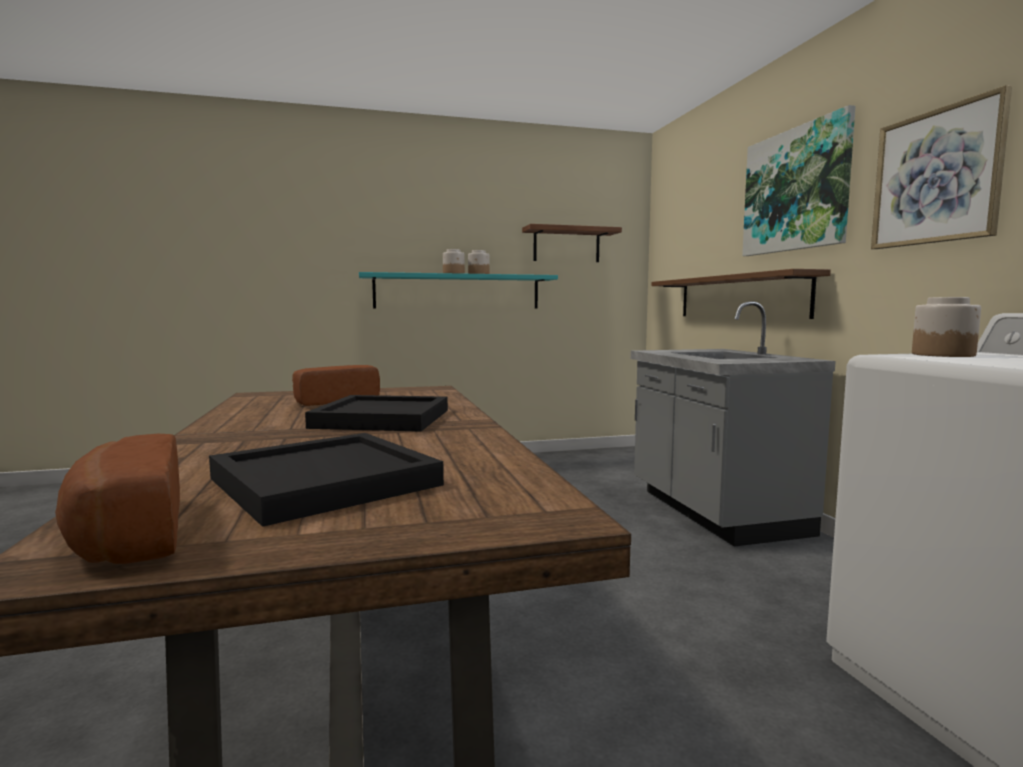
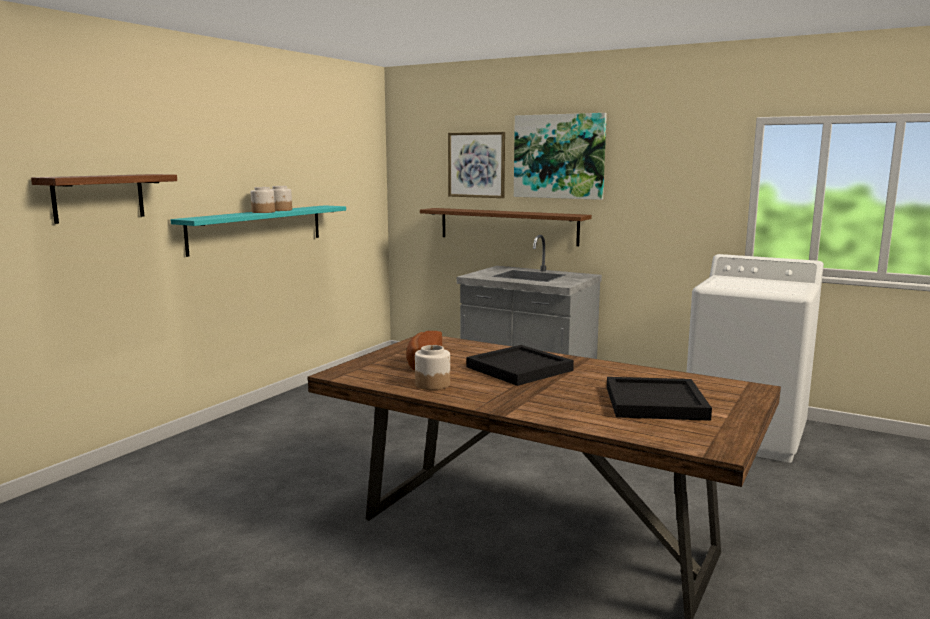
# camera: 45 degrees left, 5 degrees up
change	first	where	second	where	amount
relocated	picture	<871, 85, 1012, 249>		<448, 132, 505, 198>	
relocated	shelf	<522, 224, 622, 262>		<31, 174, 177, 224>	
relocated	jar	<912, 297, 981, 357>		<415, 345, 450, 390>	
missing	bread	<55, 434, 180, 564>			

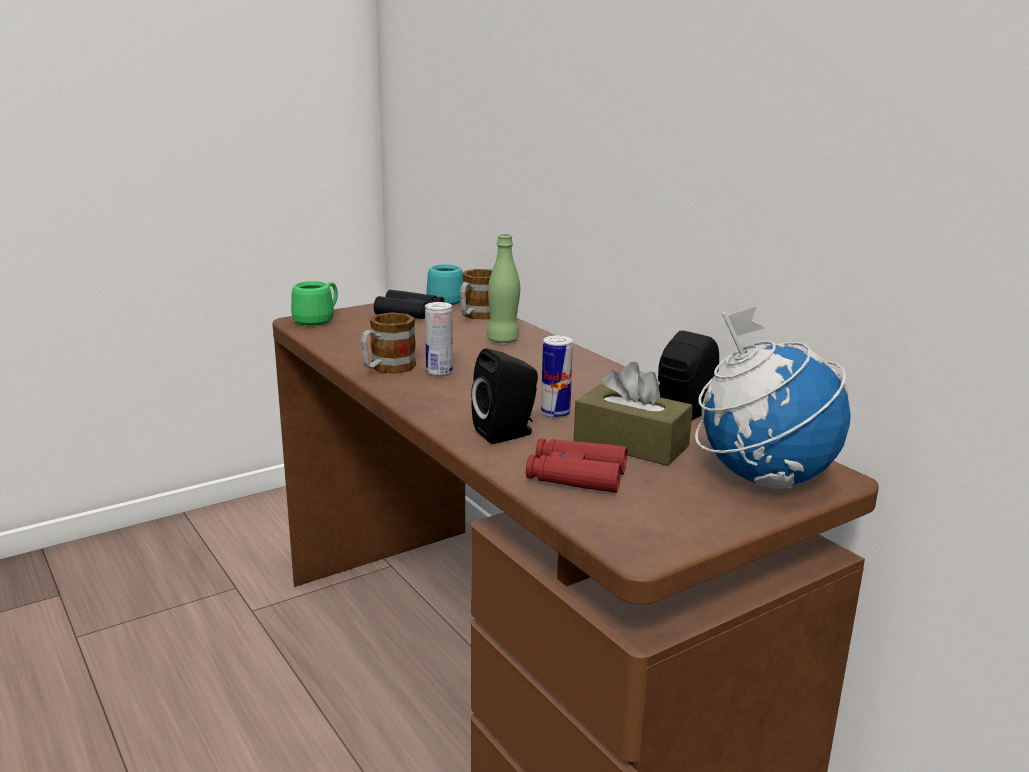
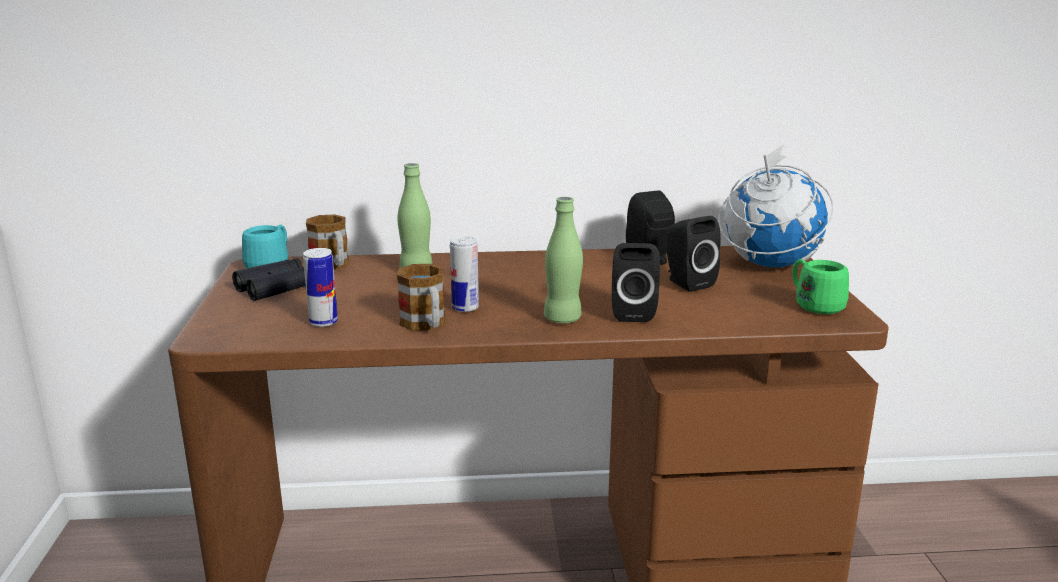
# camera: 60 degrees left, 0 degrees up
change	first	where	second	where	amount
relocated	mug (green)	<291, 281, 338, 325>		<792, 259, 849, 314>	
relocated	can	<541, 336, 573, 418>		<303, 248, 338, 327>	
exchanged	tissue box (brown)	<574, 362, 693, 466>	speaker (black)	<666, 216, 721, 292>	
missing	binoculars (red)	<526, 438, 627, 493>			
appeared			bottle (green)	<544, 197, 583, 323>	

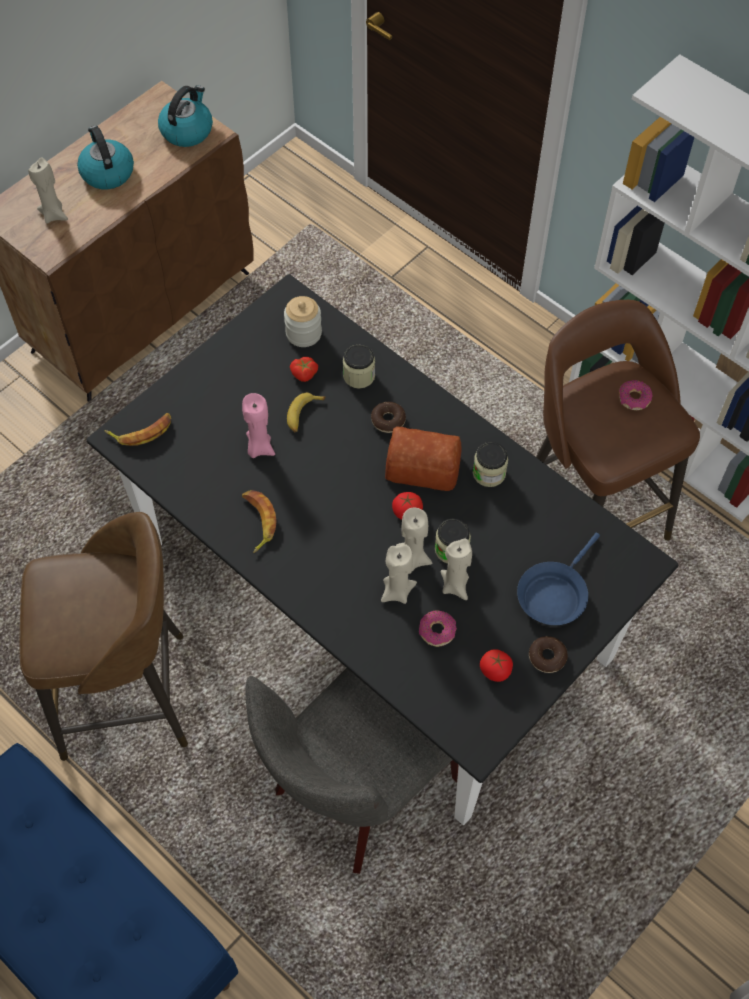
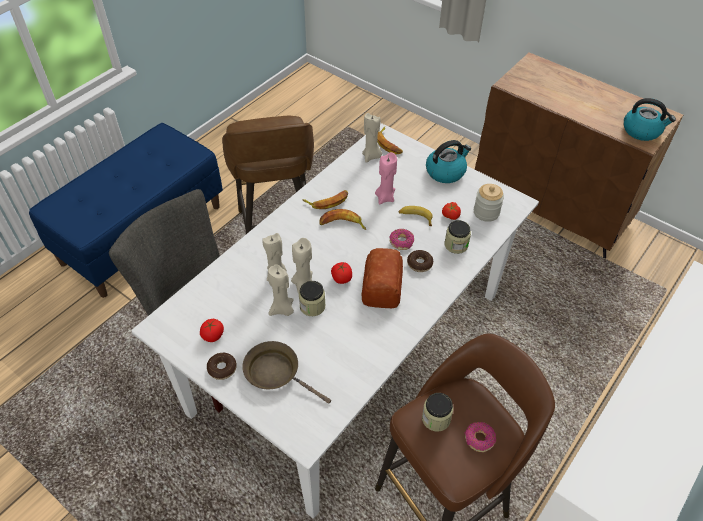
# camera: 85 degrees right, 10 degrees down
change	first	where	second	where	amount
relocated	kettle	<77, 126, 134, 189>		<426, 140, 471, 183>	
relocated	candle (beige)	<28, 157, 68, 224>		<362, 113, 382, 163>	
colour	dining table (black)	<87, 274, 678, 825>	dining table (white)	<131, 123, 539, 519>	
relocated	jar	<473, 442, 508, 487>		<422, 393, 453, 432>	
colour	frying pan (blue)	<517, 532, 600, 625>	frying pan (brown)	<242, 341, 331, 404>	
relocated	donut	<419, 611, 457, 647>		<390, 229, 414, 250>	
appeared			banana	<319, 209, 366, 230>	

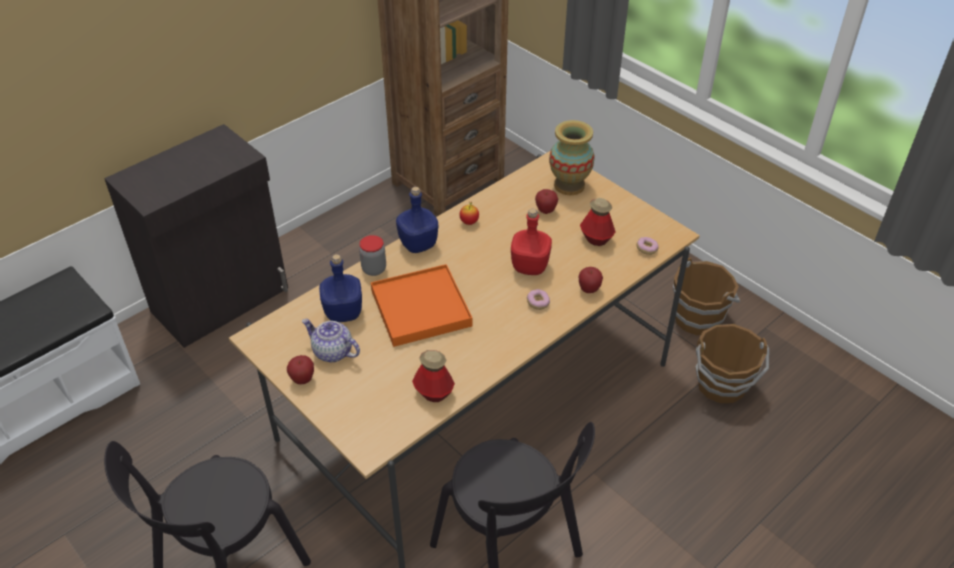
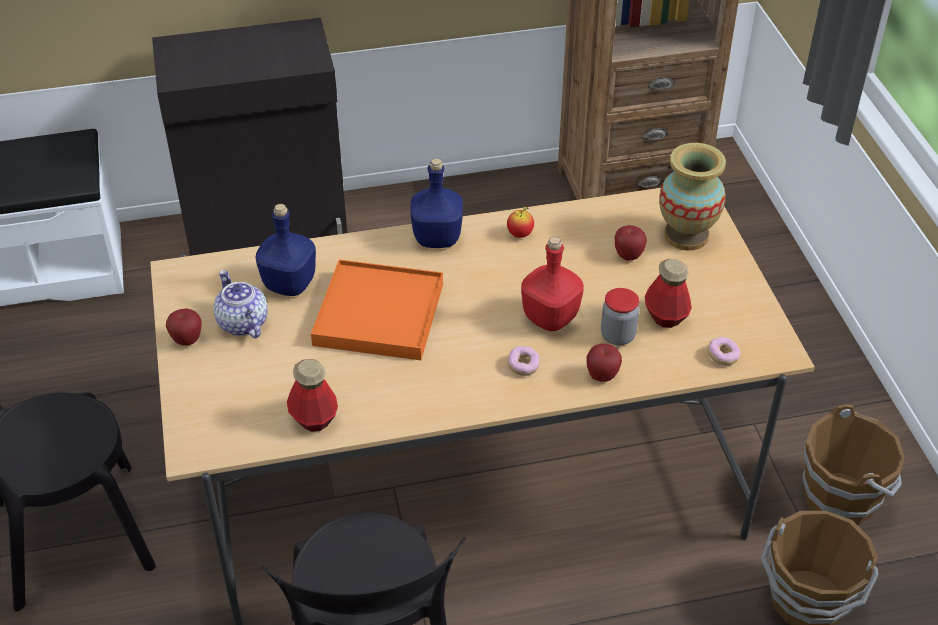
# camera: 30 degrees right, 0 degrees up
change	first	where	second	where	amount
relocated	jar	<359, 235, 386, 276>		<601, 288, 640, 345>	

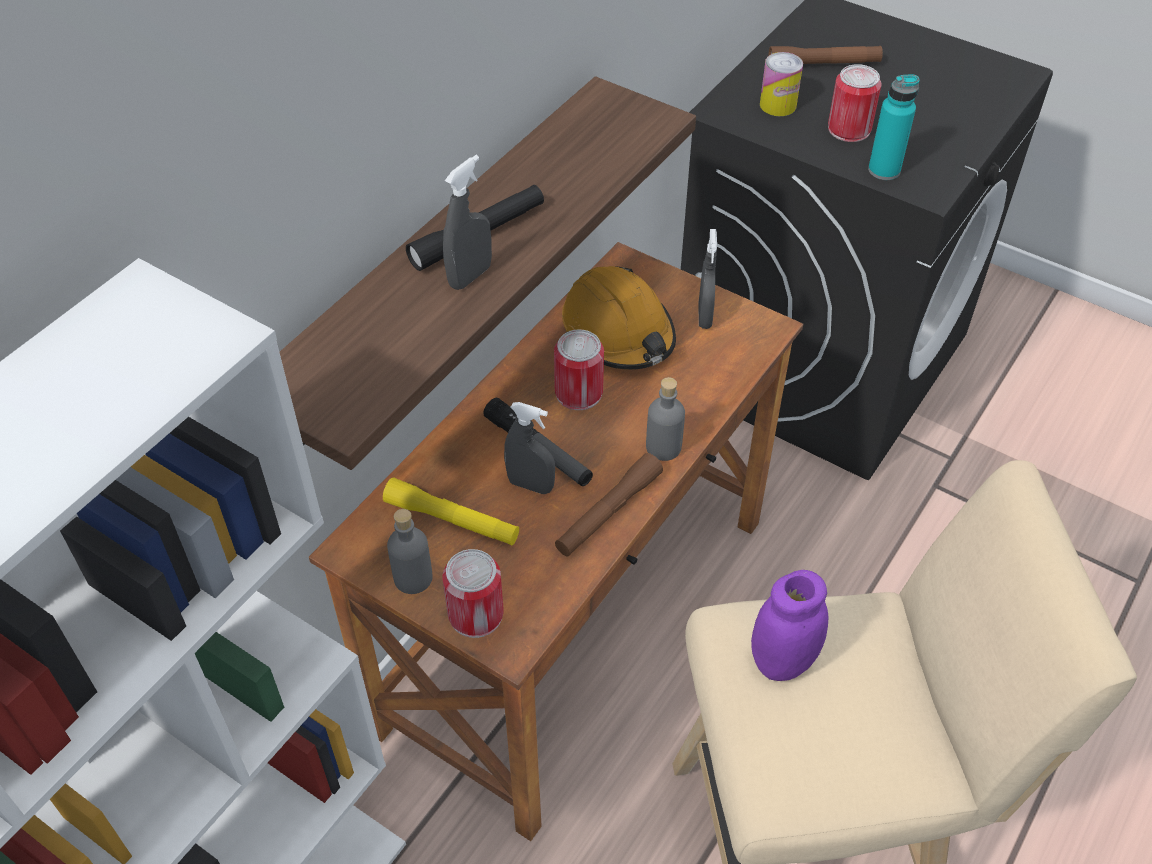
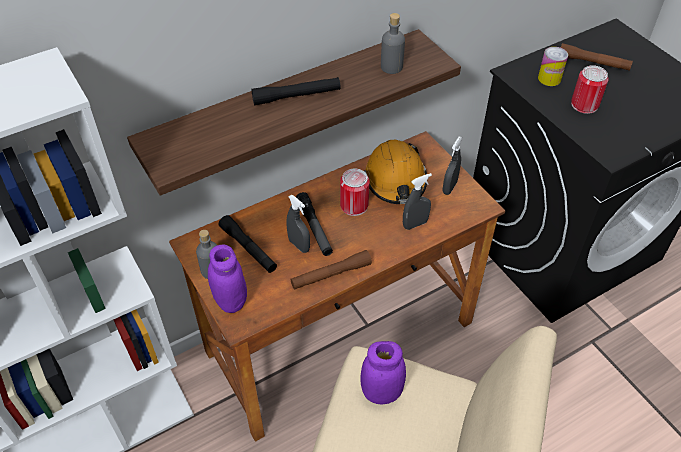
# camera: 25 degrees right, 0 degrees up
change	first	where	second	where	amount
missing	bottle (turquoise)	<868, 75, 920, 180>			
relocated	spray bottle (grey)	<443, 155, 492, 290>		<403, 173, 432, 230>	
relocated	bottle (grey)	<646, 377, 685, 461>		<381, 13, 405, 74>	
colour	flashlight (yellow)	<383, 477, 519, 545>	flashlight (black)	<219, 215, 277, 273>	
exchanged	can	<443, 549, 504, 638>	jar (purple)	<208, 244, 247, 313>	

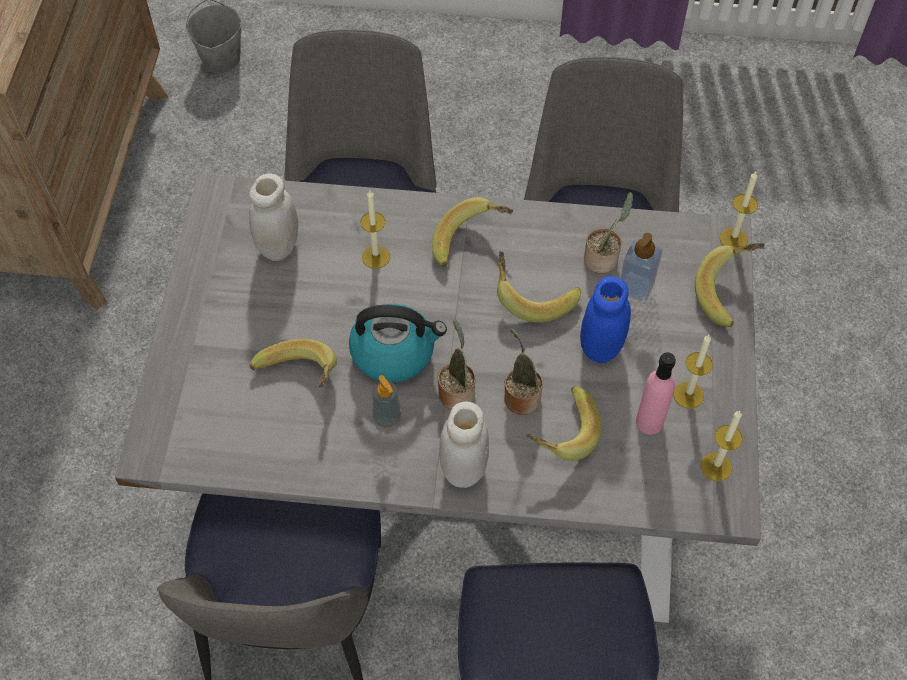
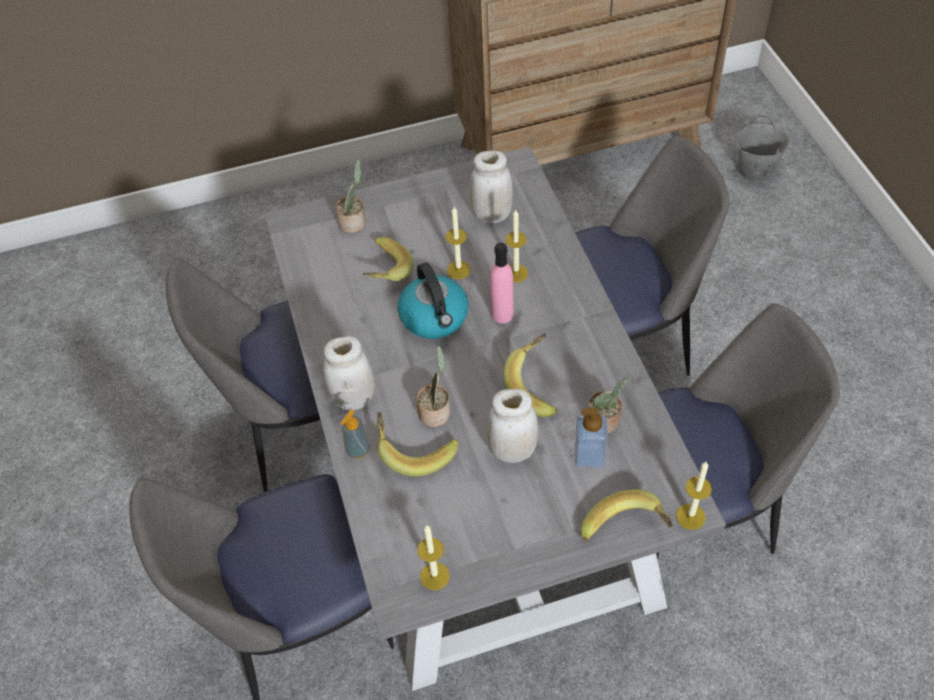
# camera: 70 degrees right, 5 degrees down
change	first	where	second	where	amount
missing	banana	<432, 197, 513, 267>			
colour	jar (blue)	<580, 276, 631, 363>	jar (white)	<487, 388, 538, 463>	
relocated	potted plant	<438, 320, 476, 409>		<335, 159, 366, 233>	
relocated	candle	<673, 335, 713, 409>		<446, 207, 471, 279>	
relocated	bottle (pink)	<636, 352, 676, 435>		<490, 243, 514, 323>	
relocated	soap dispenser	<373, 375, 401, 427>		<341, 410, 370, 459>	

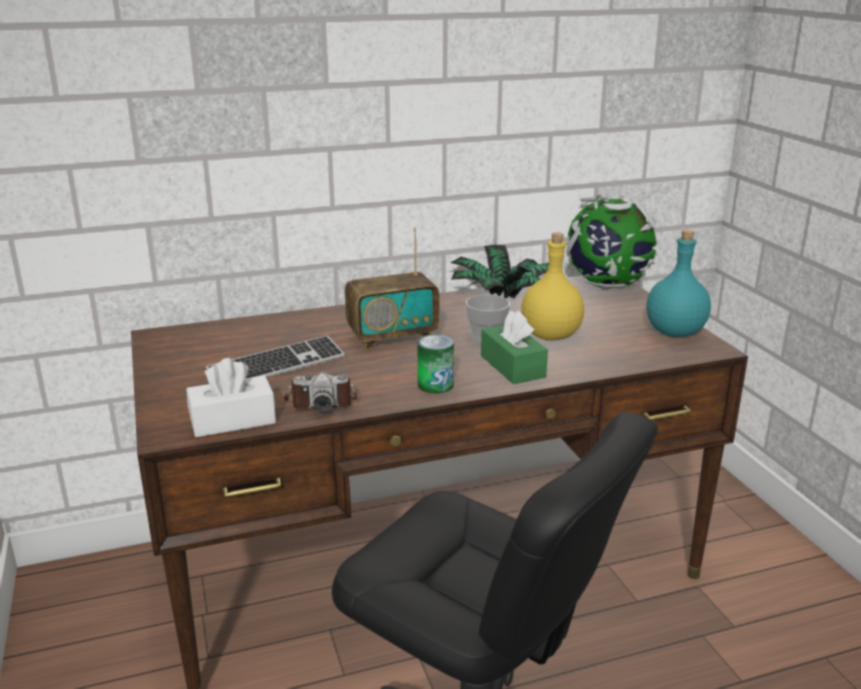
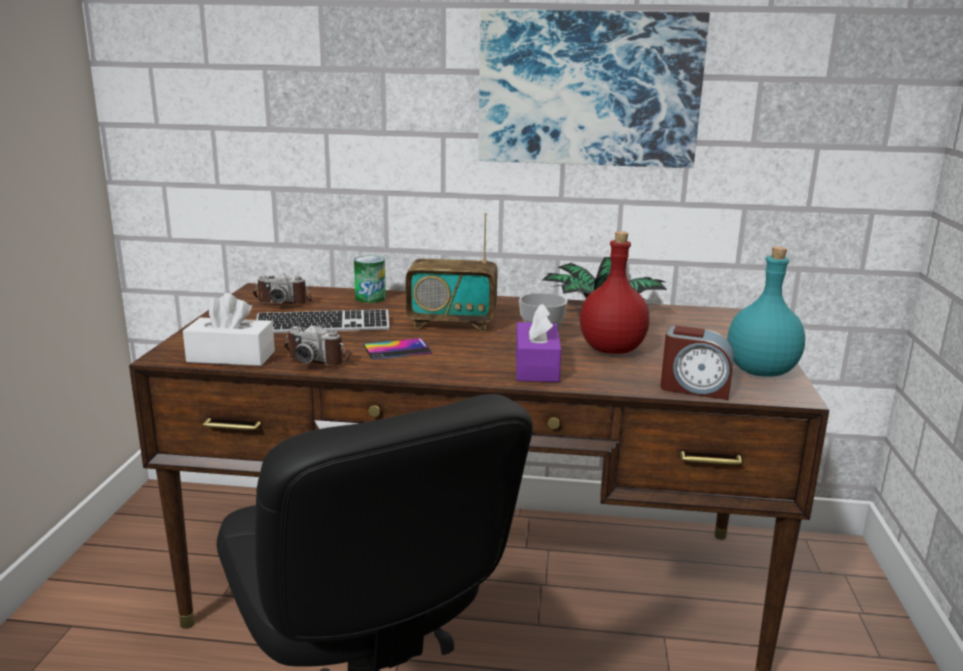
# camera: 25 degrees right, 5 degrees down
change	first	where	second	where	amount
missing	globe	<566, 194, 657, 290>			
colour	bottle (yellow)	<521, 232, 584, 341>	bottle (red)	<580, 231, 649, 354>	
colour	tissue box (green)	<481, 310, 548, 384>	tissue box (purple)	<516, 304, 561, 382>	
relocated	can	<418, 334, 454, 394>		<354, 256, 386, 303>	
appeared			picture	<478, 9, 710, 168>	
appeared			photo camera	<253, 273, 312, 304>	
appeared			alarm clock	<660, 326, 734, 400>	
appeared			phone	<364, 338, 432, 360>	

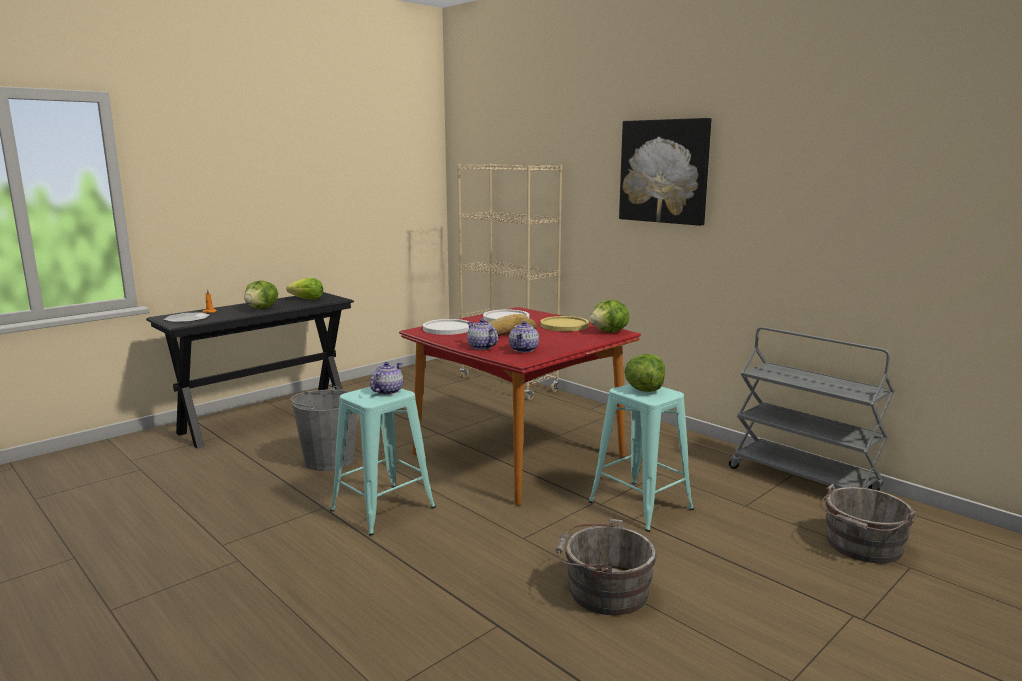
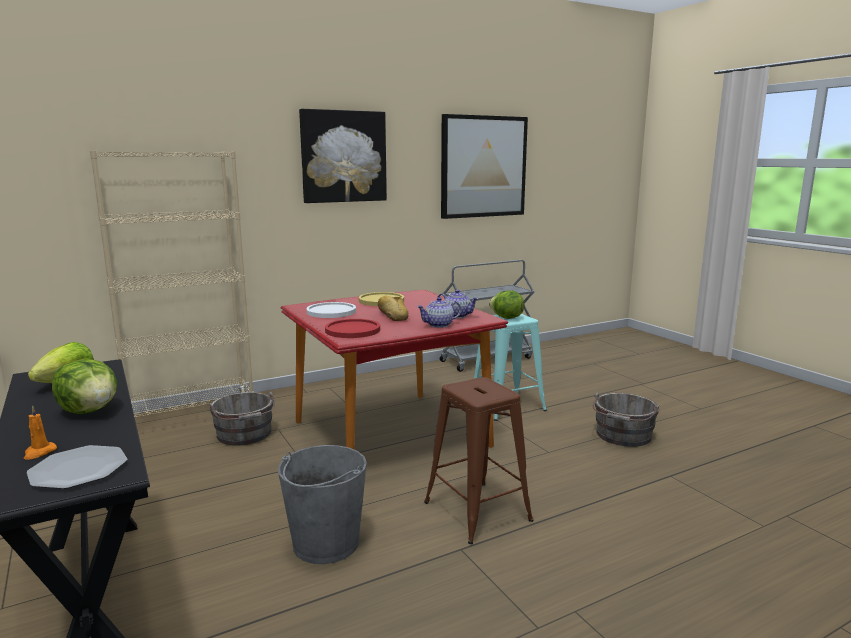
# camera: 75 degrees left, 0 degrees up
change	first	where	second	where	amount
missing	lettuce	<589, 300, 629, 332>			
colour	plate (white)	<423, 319, 469, 335>	plate (red)	<325, 319, 380, 338>	
missing	teapot	<370, 362, 403, 395>			
colour	stool (turquoise)	<330, 387, 436, 535>	stool (brown)	<424, 377, 534, 544>	
relocated	bucket (grey)	<820, 484, 916, 563>		<209, 391, 275, 446>	
appeared			picture	<441, 114, 528, 219>	

